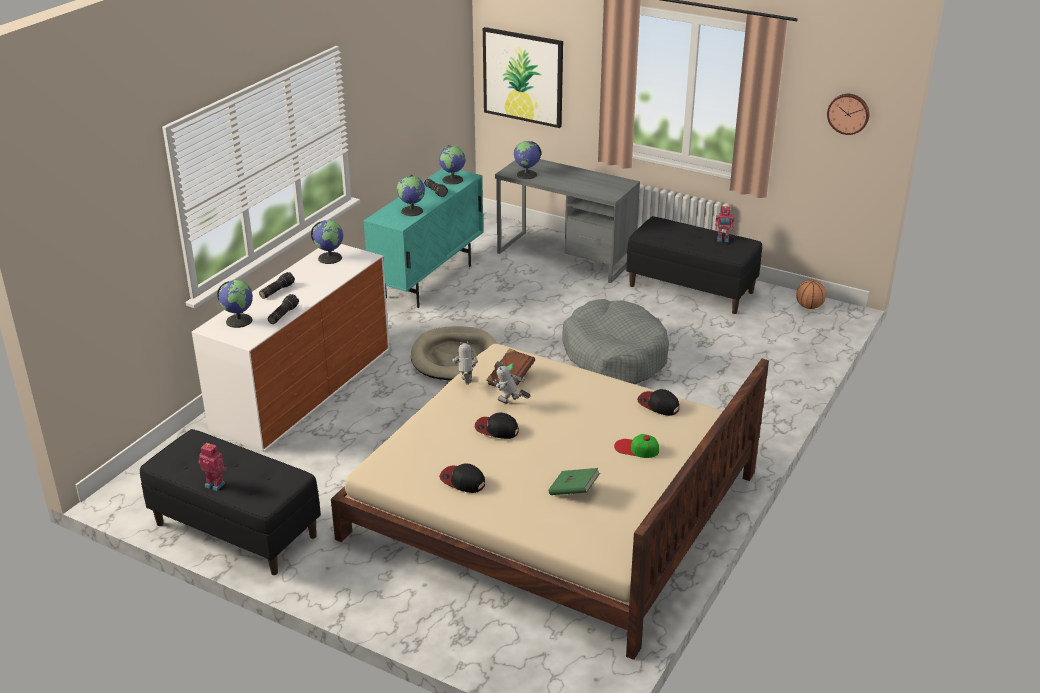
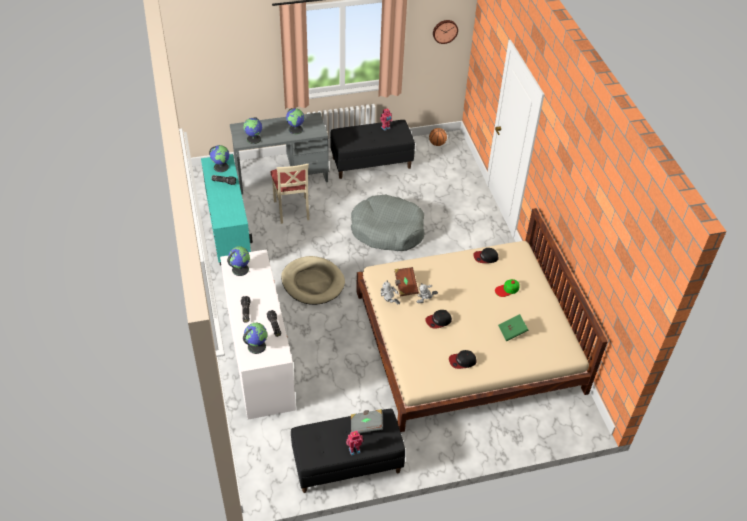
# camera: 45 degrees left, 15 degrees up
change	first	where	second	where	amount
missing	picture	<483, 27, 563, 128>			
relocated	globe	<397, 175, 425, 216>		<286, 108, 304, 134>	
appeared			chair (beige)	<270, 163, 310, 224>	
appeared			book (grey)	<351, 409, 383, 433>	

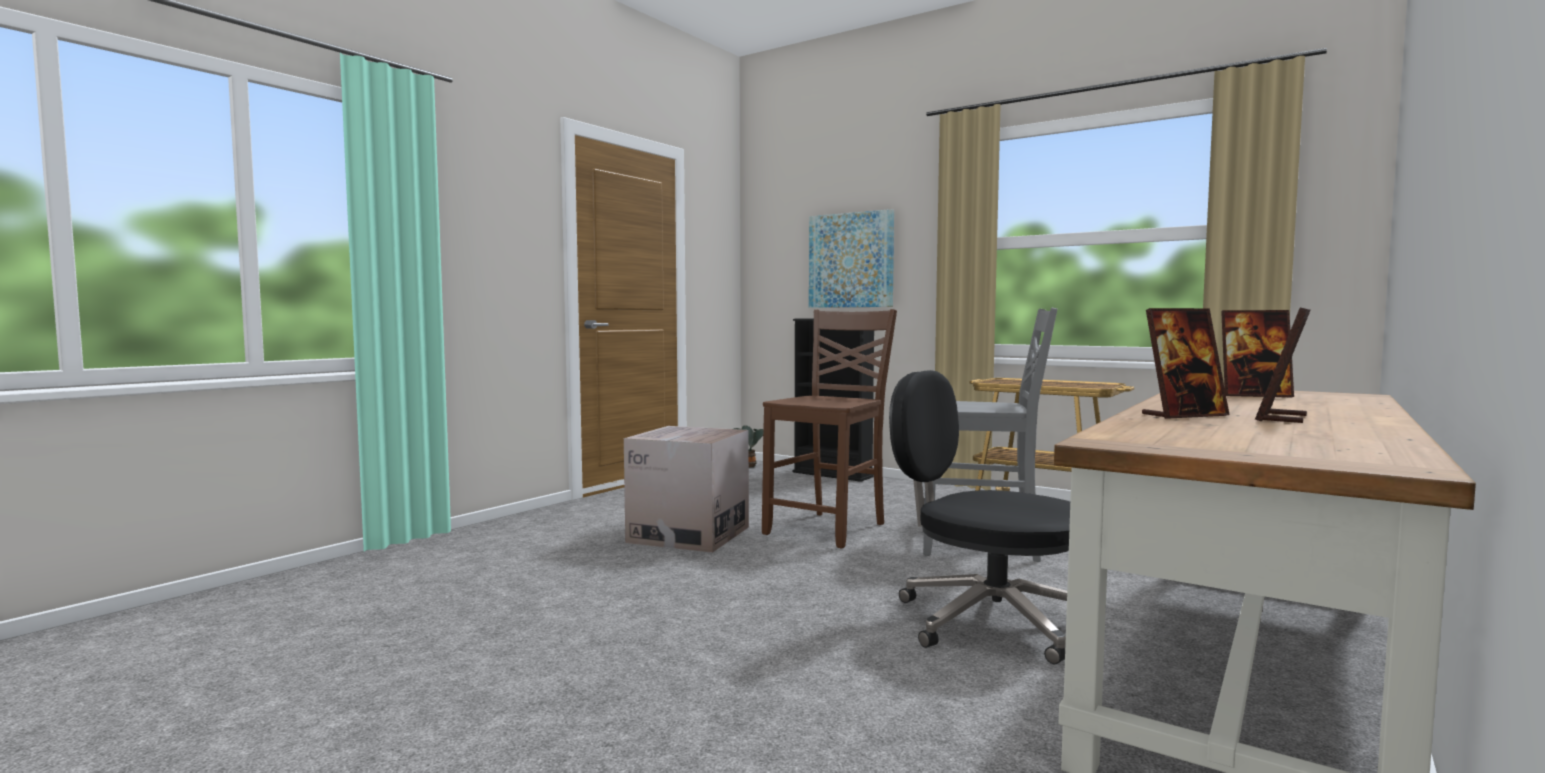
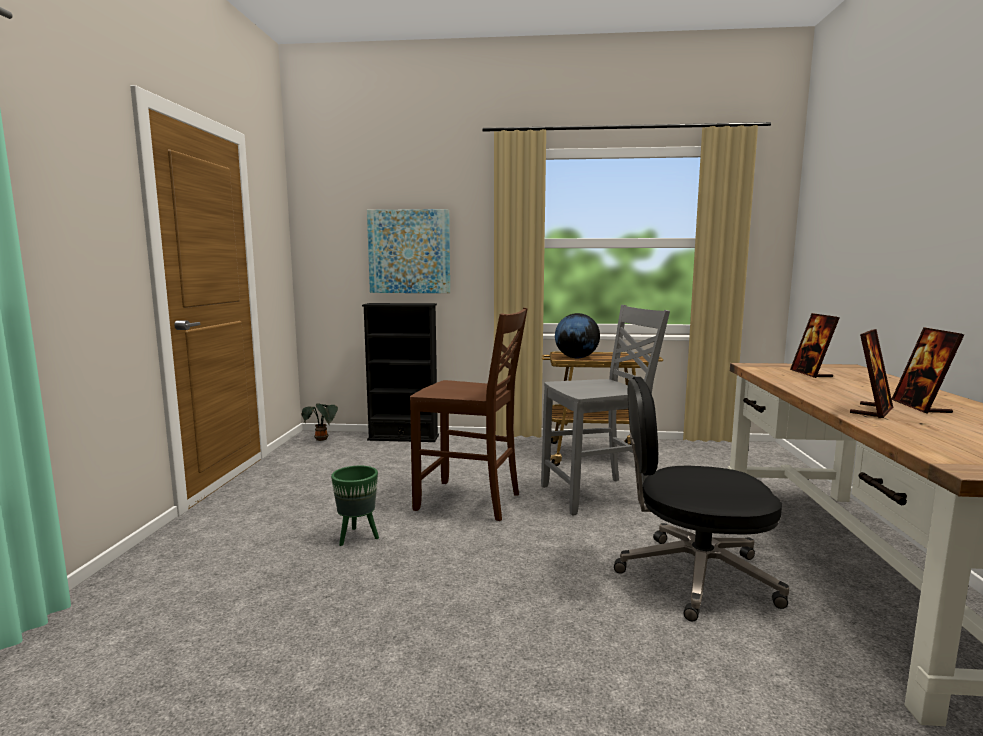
# camera: 30 degrees left, 5 degrees up
change	first	where	second	where	amount
spun	chair (brown)	<762, 309, 897, 549>		<410, 308, 528, 521>	105 degrees clockwise
spun	picture frame	<1221, 310, 1294, 397>		<790, 313, 840, 378>	105 degrees clockwise
exchanged	cardboard box	<624, 426, 749, 553>	planter (green)	<331, 466, 379, 546>	
appeared			globe	<555, 313, 600, 358>	

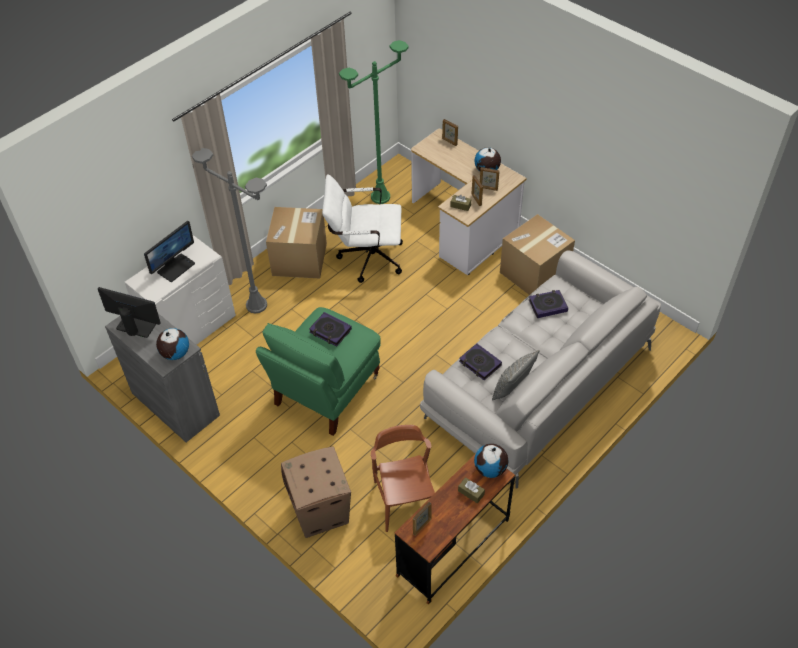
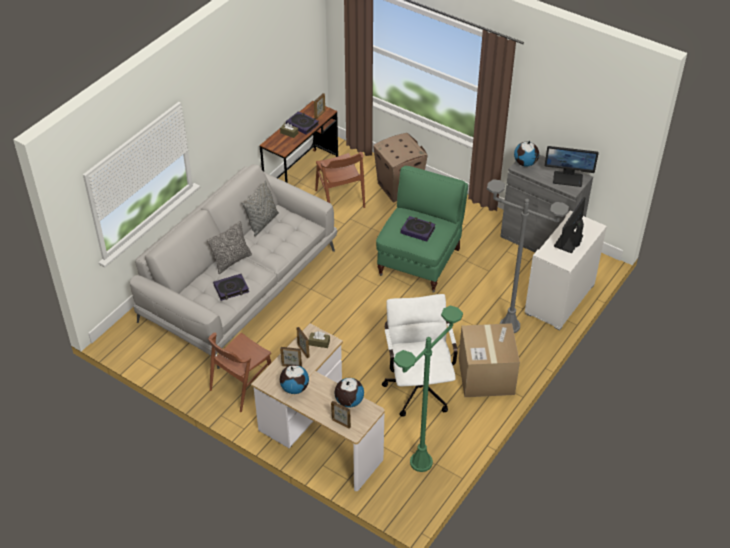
# camera: 170 degrees right, 5 degrees down
change	first	where	second	where	amount
spun	office chair (white)	<322, 174, 403, 283>		<382, 294, 457, 417>	90 degrees counterclockwise
exchanged	cardboard box	<500, 214, 575, 295>	chair (brown)	<208, 333, 271, 412>	
relocated	book	<459, 343, 502, 380>		<286, 111, 319, 135>	
relocated	globe	<474, 444, 508, 478>		<334, 378, 364, 408>	
appeared			pillow	<207, 221, 252, 274>	

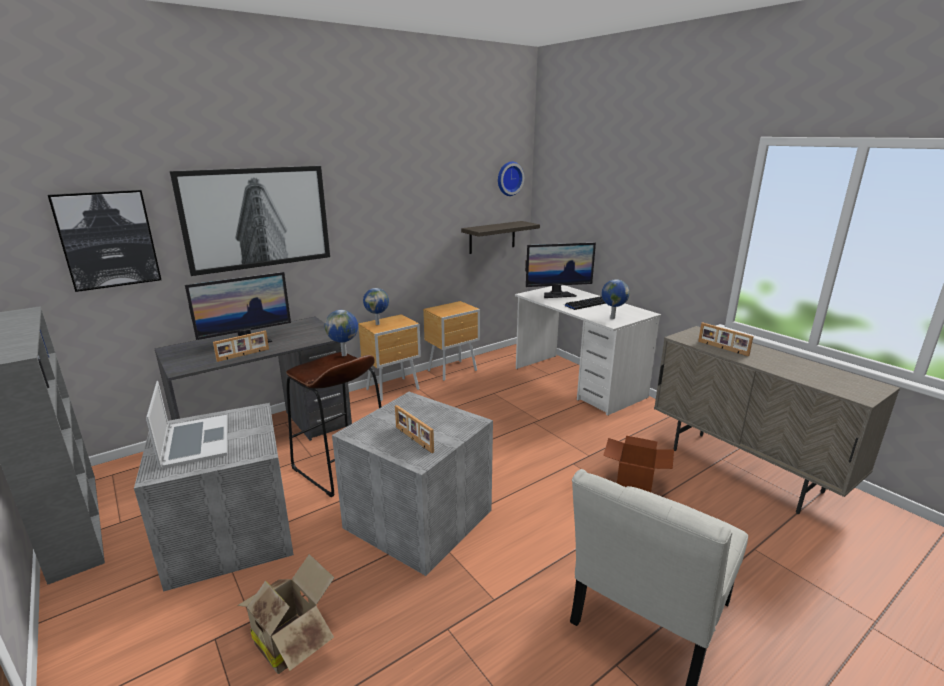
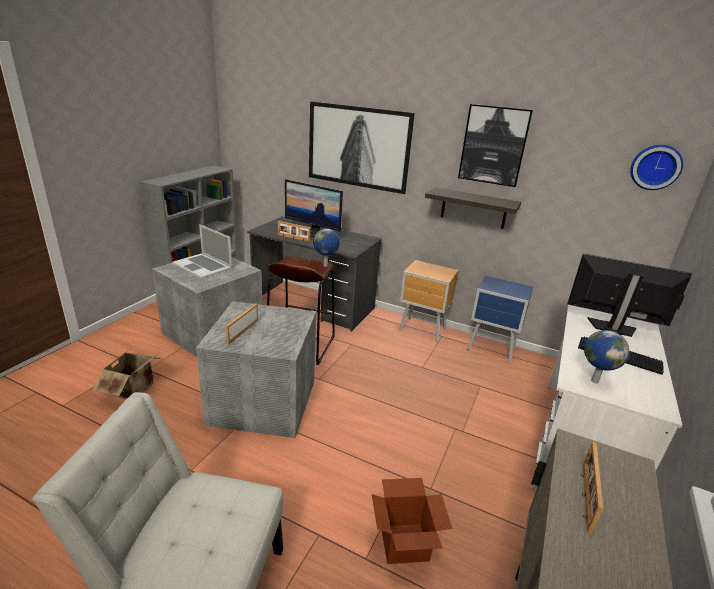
# camera: 60 degrees right, 5 degrees up
change	first	where	second	where	amount
relocated	picture	<48, 190, 161, 292>		<458, 104, 533, 187>	
relocated	shelf	<461, 221, 540, 254>		<425, 187, 521, 229>	
spun	monitor	<525, 243, 596, 298>		<567, 254, 692, 337>	150 degrees clockwise
missing	globe	<363, 288, 389, 325>			
colour	nightstand (brown)	<423, 301, 480, 381>	nightstand (blue)	<467, 276, 533, 363>	
spun	laptop	<146, 381, 227, 469>		<172, 224, 232, 279>	90 degrees clockwise

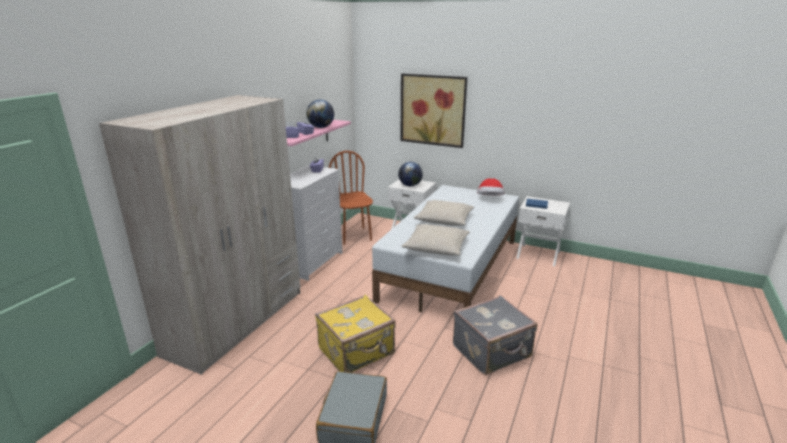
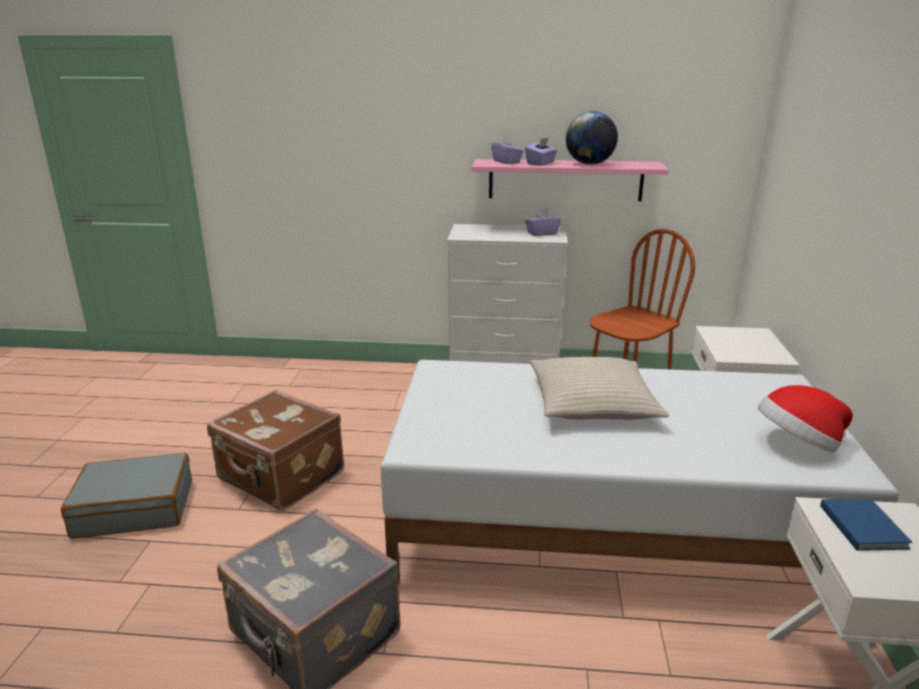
# camera: 70 degrees right, 0 degrees up
change	first	where	second	where	amount
missing	picture	<401, 74, 467, 148>			
missing	wardrobe (beige)	<99, 95, 300, 375>			
missing	globe	<398, 162, 423, 186>			
missing	pillow (beige)	<401, 224, 470, 256>			
colour	suitcase (yellow)	<315, 295, 396, 373>	suitcase (brown)	<207, 390, 344, 511>	

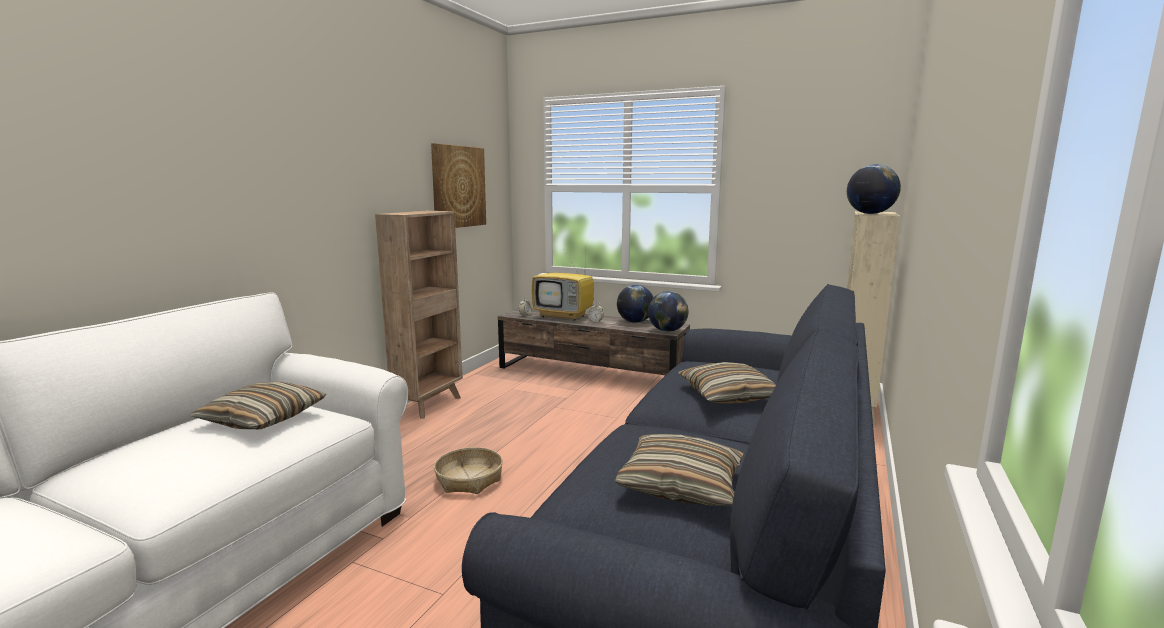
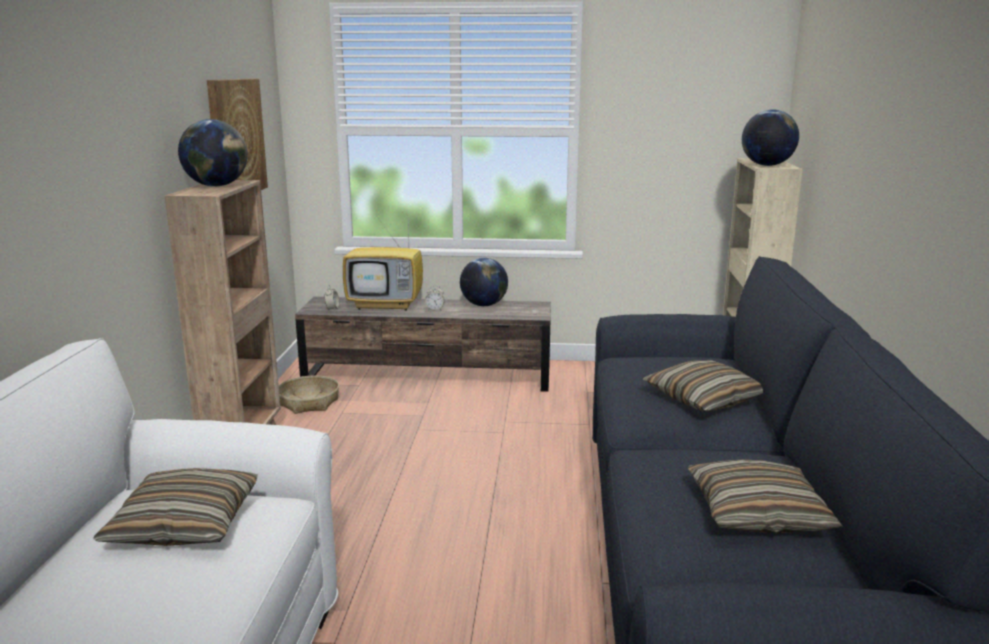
# camera: 20 degrees left, 5 degrees up
change	first	where	second	where	amount
relocated	globe	<648, 291, 688, 332>		<178, 119, 248, 187>	
relocated	basket	<434, 447, 503, 494>		<279, 376, 339, 414>	

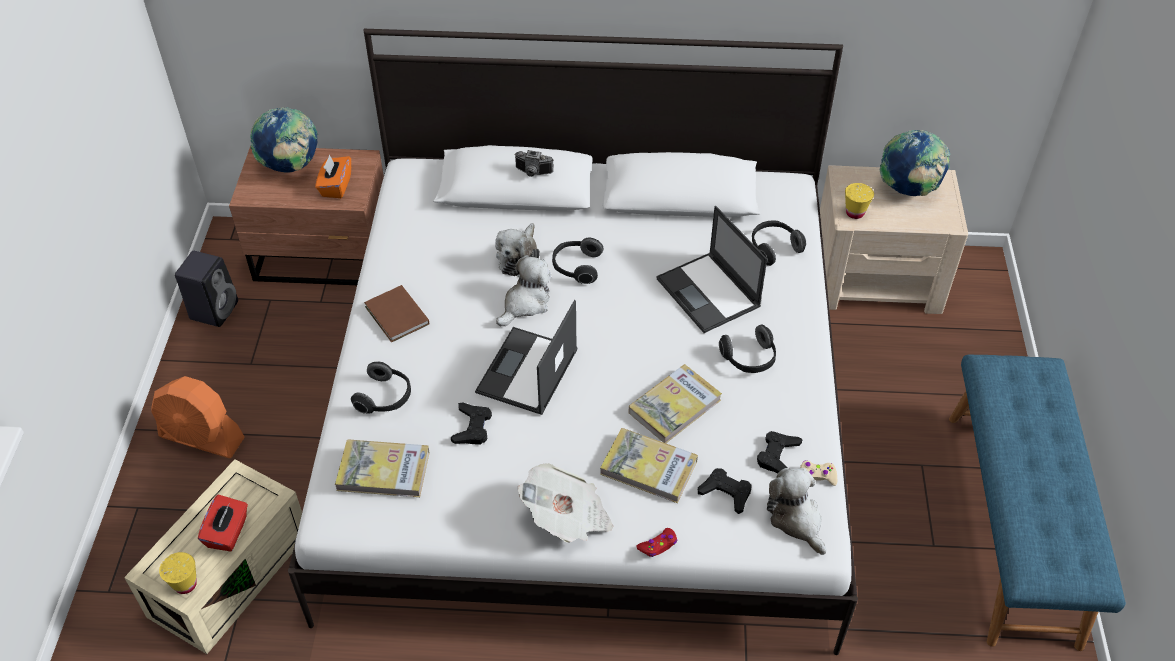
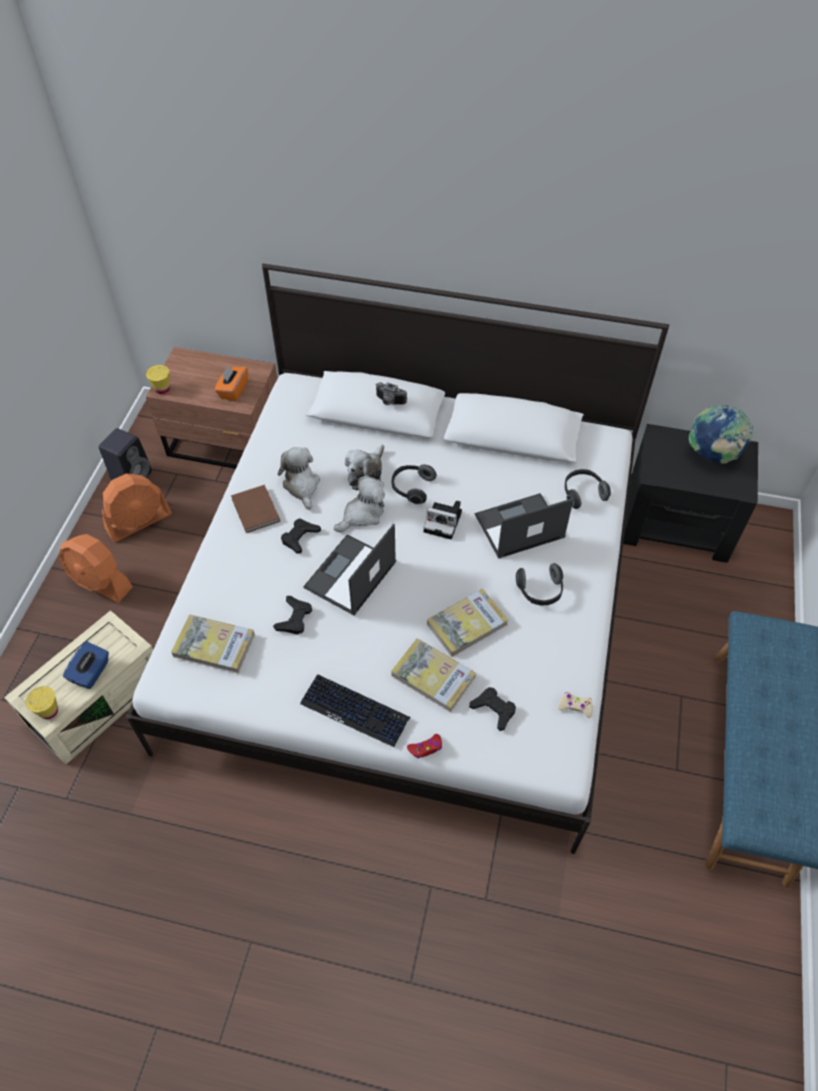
# camera: 10 degrees right, 5 degrees up
change	first	where	second	where	amount
missing	globe	<250, 107, 318, 173>			
colour	nightstand (beige)	<820, 165, 968, 314>	nightstand (black)	<623, 424, 758, 563>	
relocated	cup (yellow)	<845, 183, 874, 219>		<146, 365, 170, 394>	
spun	laptop	<657, 206, 767, 333>		<475, 493, 574, 559>	90 degrees clockwise
missing	headphones	<351, 362, 411, 414>			
relocated	game controller (black)	<757, 431, 803, 474>		<281, 518, 321, 554>	
exchanged	newspaper	<518, 463, 613, 543>	keyboard	<300, 674, 410, 747>	
relocated	plush toy	<767, 468, 827, 555>		<278, 447, 320, 510>	
colour	tissue box (red)	<198, 494, 248, 551>	tissue box (blue)	<63, 641, 109, 689>	
appeared			fan (orange)	<102, 473, 172, 542>	
appeared			photo camera	<423, 500, 462, 539>	

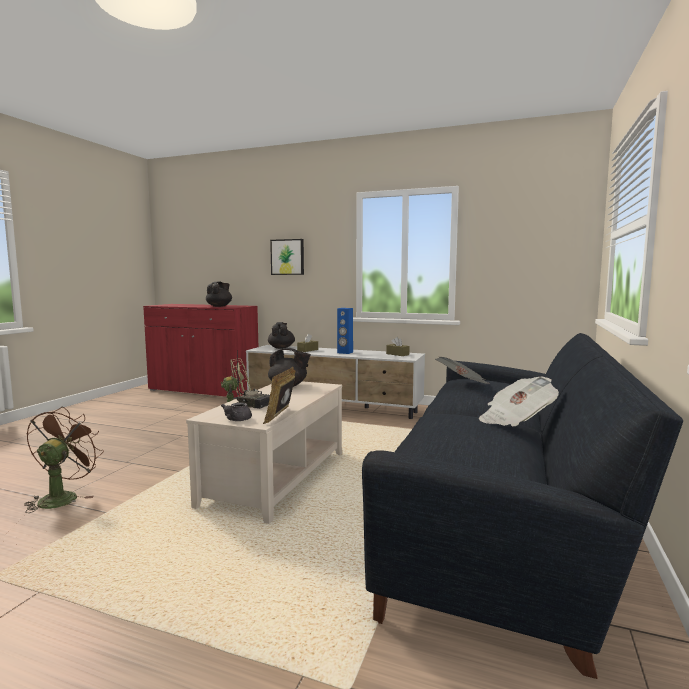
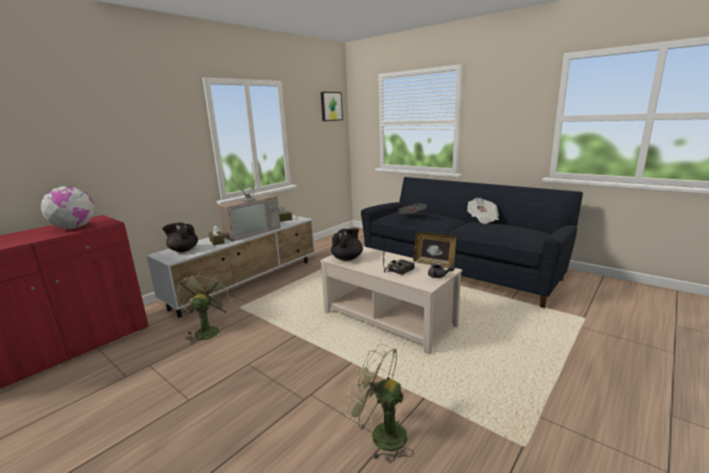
# camera: 70 degrees left, 10 degrees up
change	first	where	second	where	amount
relocated	picture	<270, 239, 304, 275>		<321, 92, 343, 121>	
exchanged	teapot (black)	<206, 282, 232, 307>	globe	<41, 186, 94, 229>	
exchanged	speaker (blue)	<337, 308, 353, 354>	television	<218, 171, 281, 241>	
colour	fan (brown)	<25, 407, 104, 513>	fan (green)	<345, 344, 414, 463>	

